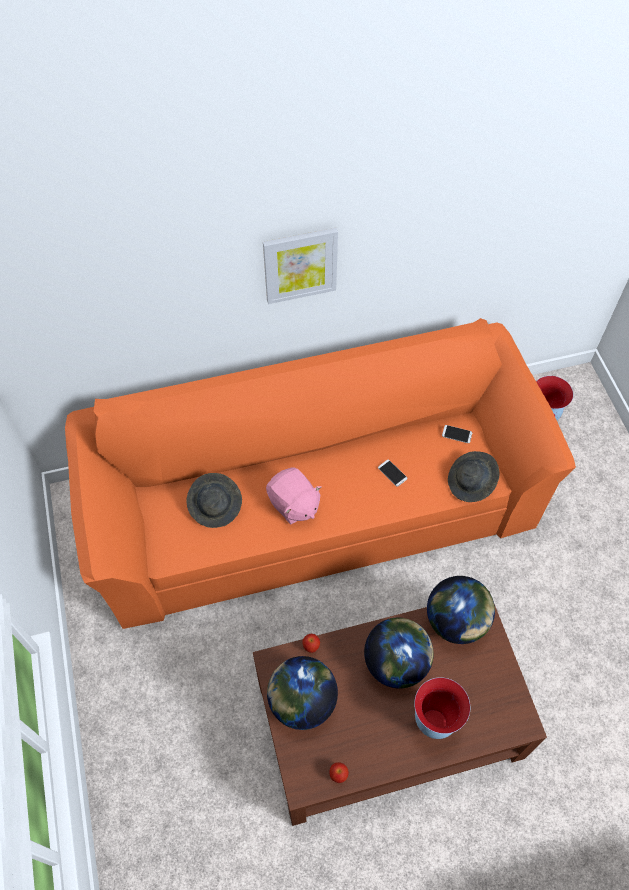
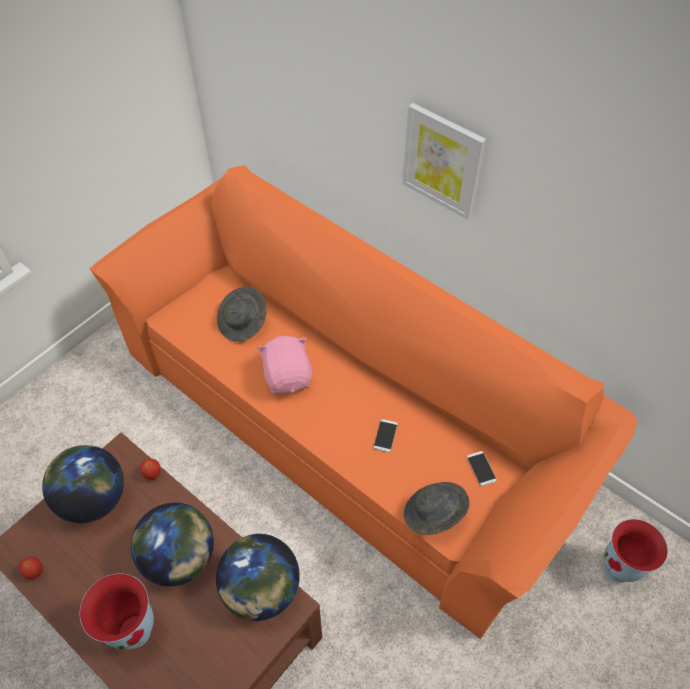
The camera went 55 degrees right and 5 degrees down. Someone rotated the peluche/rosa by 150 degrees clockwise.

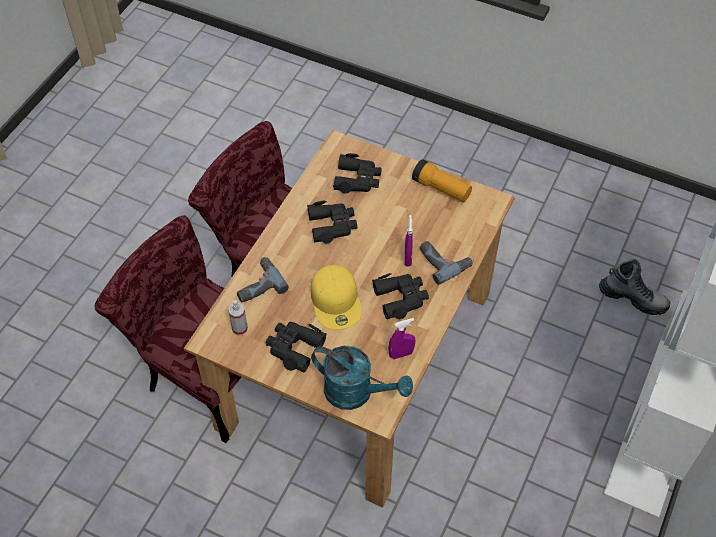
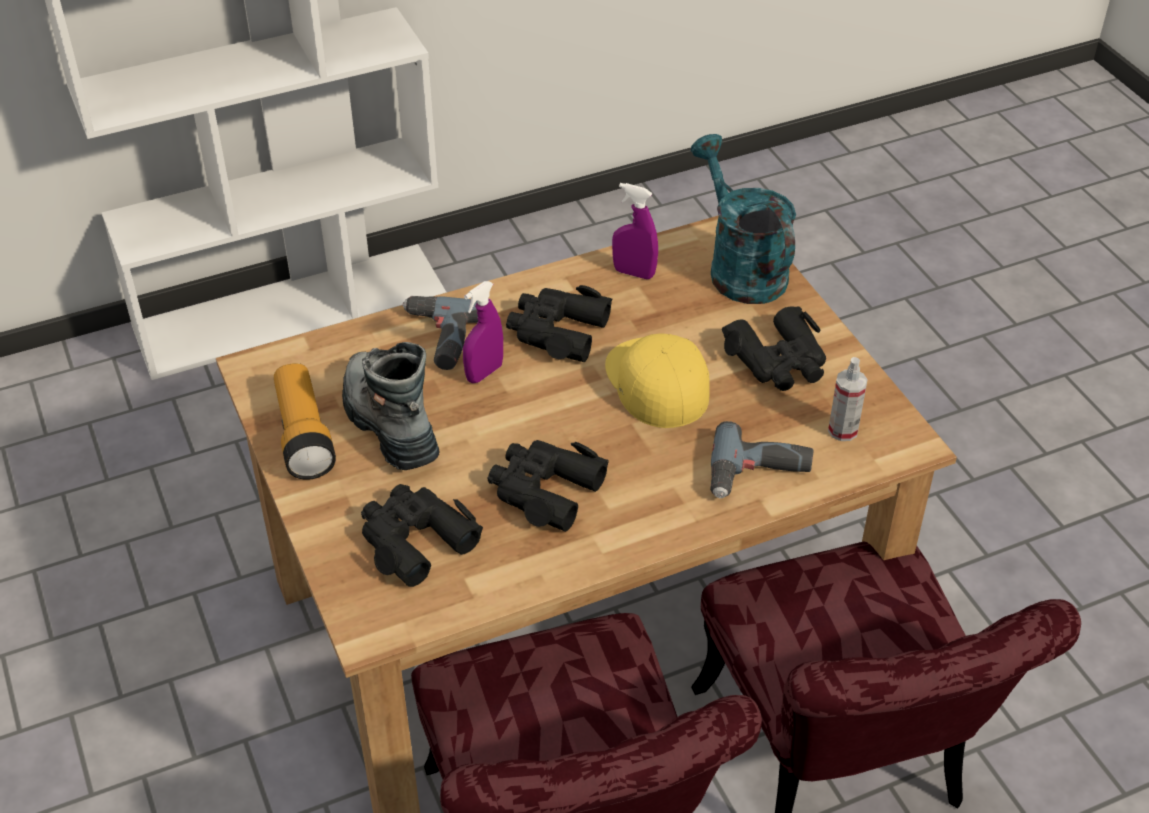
The camera went 140 degrees left and 10 degrees down. Someone carried the bota. Someone rotated the gorra/amarillo by 45 degrees counterclockwise.

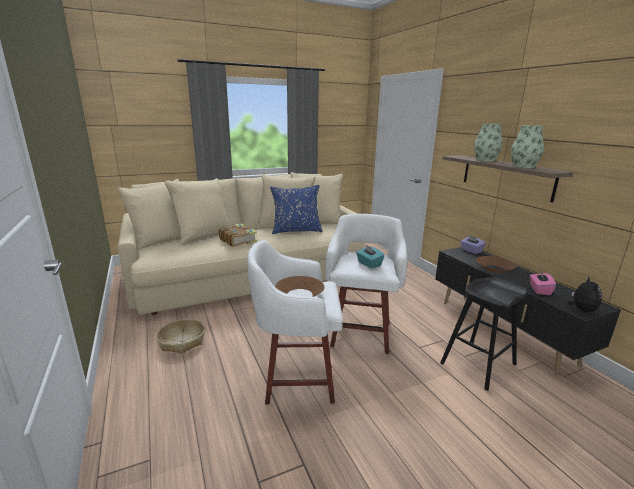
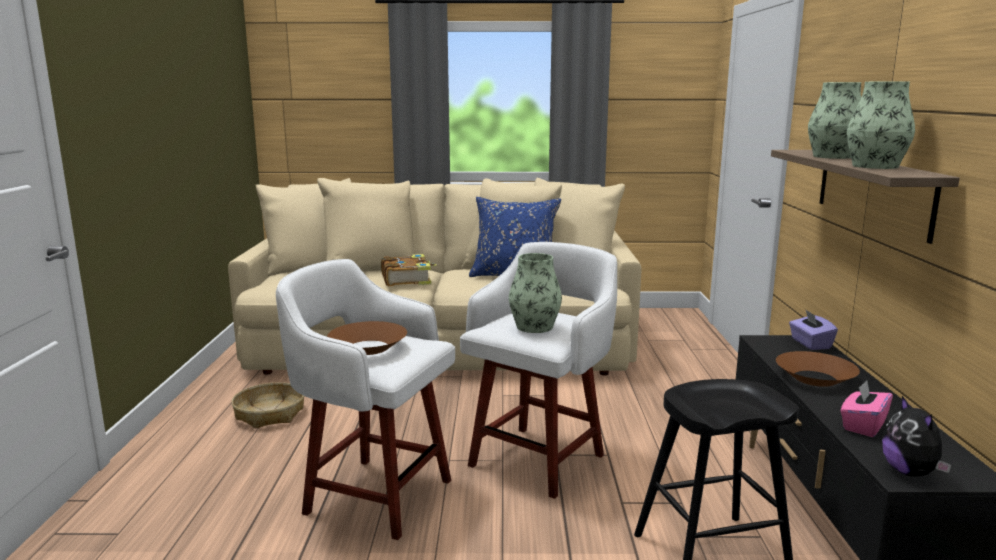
The camera went 25 degrees right and 5 degrees down. Someone swapped the caja de pañuelos/turquesa for the florero (1st from left). Someone rotated the peluche by 135 degrees clockwise.

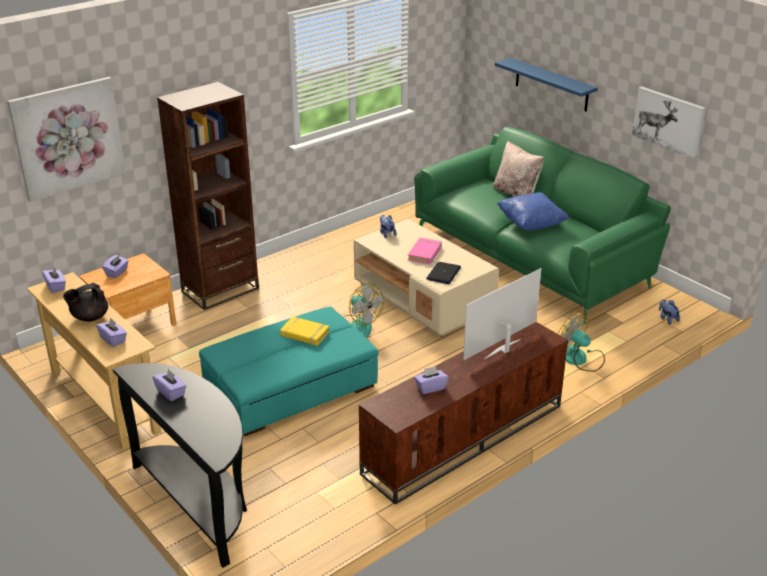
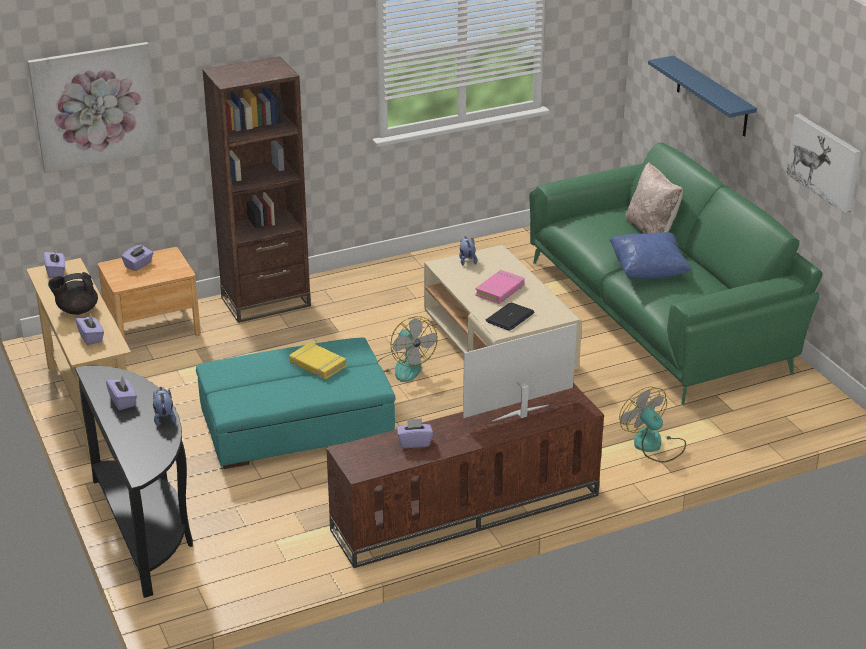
The camera went 15 degrees right and 0 degrees up. Someone carried the peluche (2nd from left in the first image).

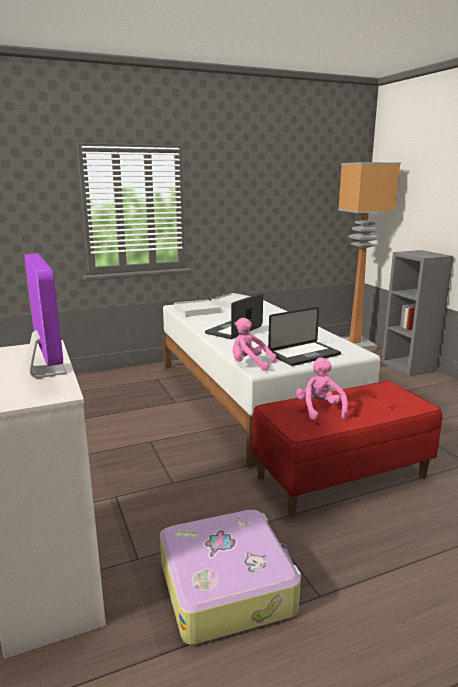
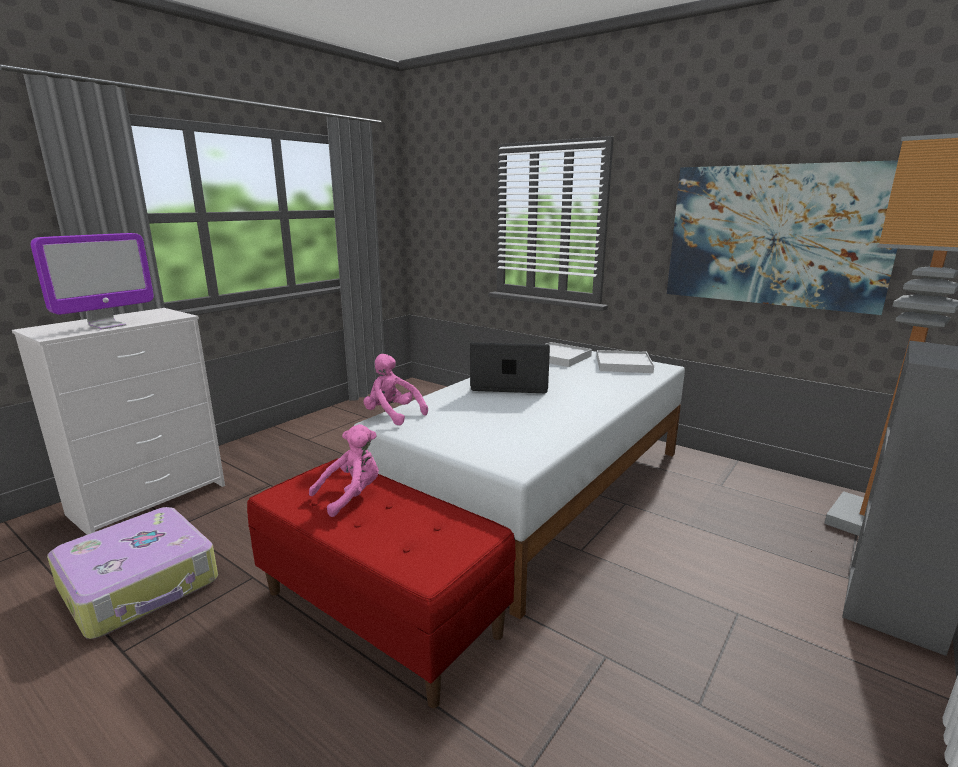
The camera went 60 degrees right and 0 degrees up. Someone rotated the peluche/rosa (1st from left in the first image) by 45 degrees counterclockwise. Someone put up the cuadro. Someone took away the portátil (2nd from left).

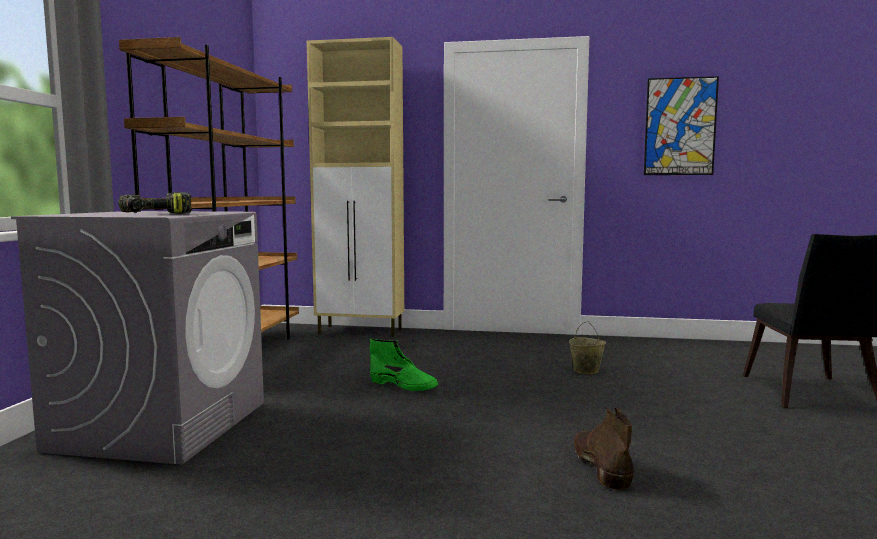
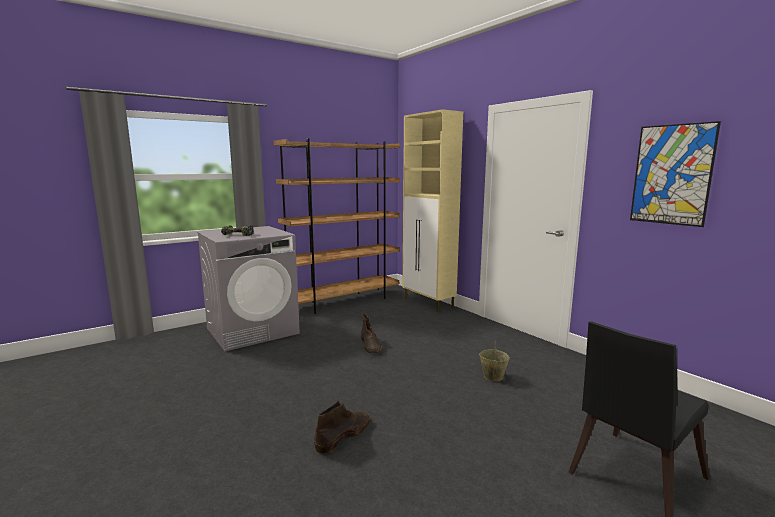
The camera went 45 degrees right and 5 degrees up. Someone repainted the bota/verde, which became the bota/marrón (2nd from left).

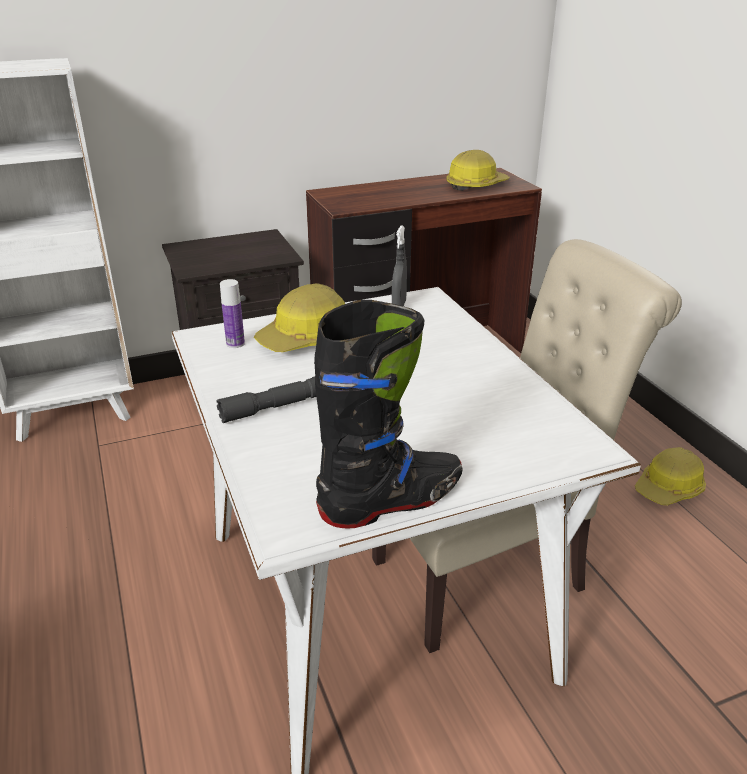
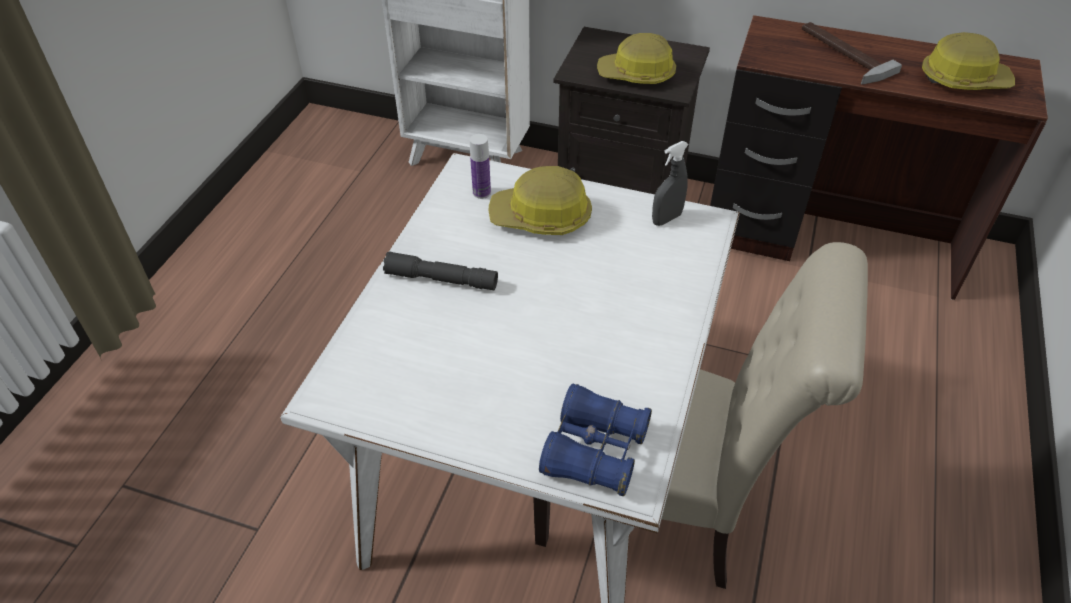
The camera went 40 degrees right and 15 degrees up. Someone put down the prismáticos/azul. Someone carried the casco (3rd from left in the first image). Someone put down the martillo. Someone took away the bota/negro.

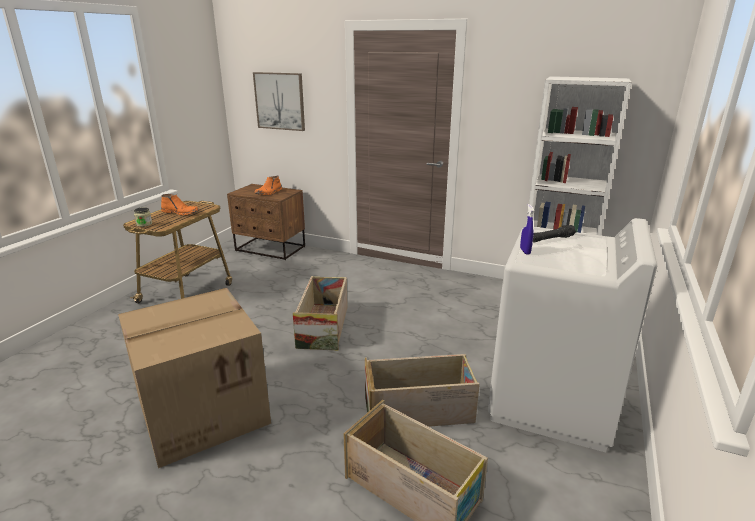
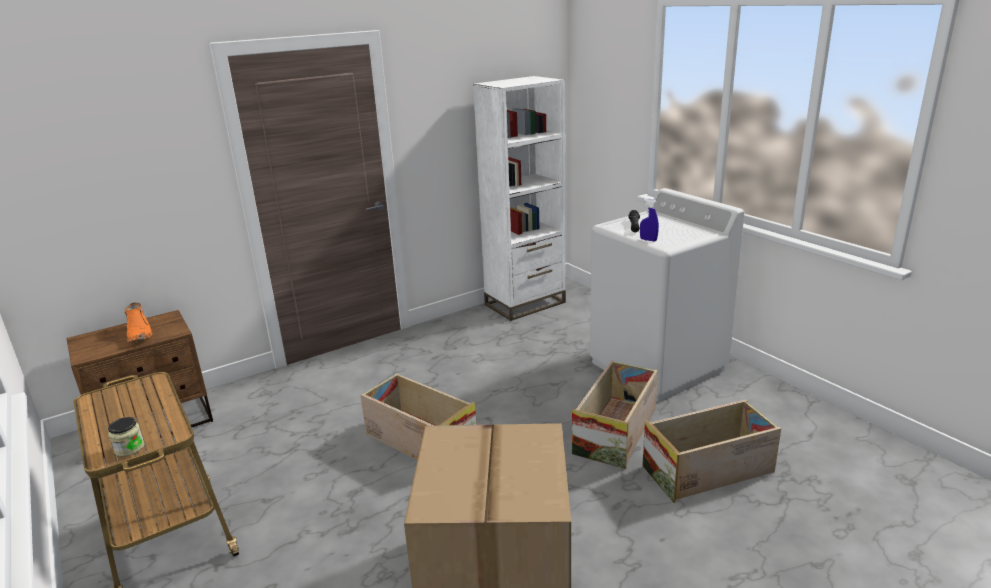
The camera went 55 degrees left and 0 degrees up. Someone took away the bota/naranja (1st from left). Someone took away the cuadro.

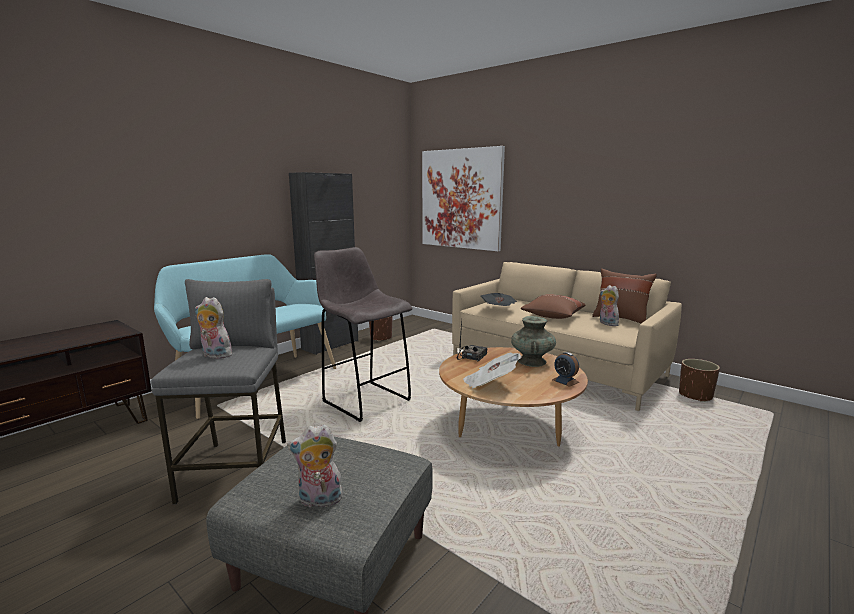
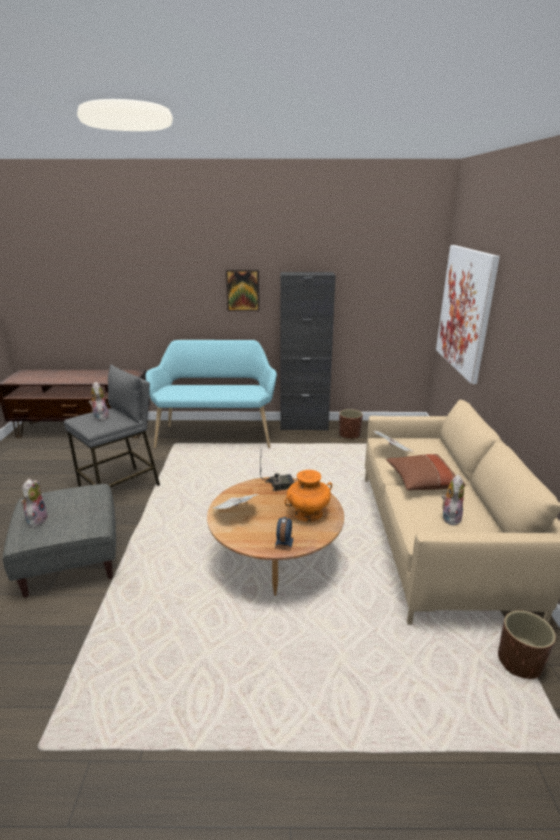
The camera went 50 degrees right and 10 degrees up. Someone rotated the peluche (2nd from left in the first image) by 45 degrees clockwise. Someone put up the cuadro (1st from left). Someone repainted the florero/turquesa, which became the florero/naranja. Someone took away the taburete/gris (2nd from left). Someone took away the cojín/marrón (2nd from left).

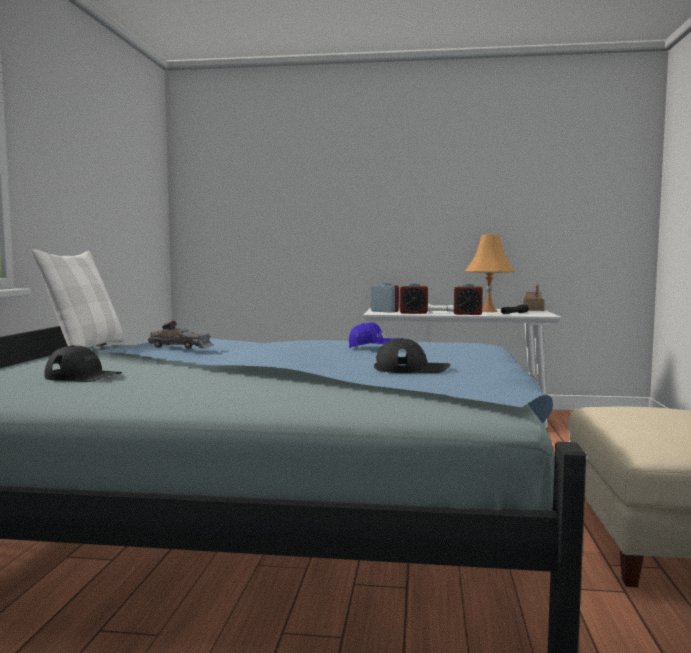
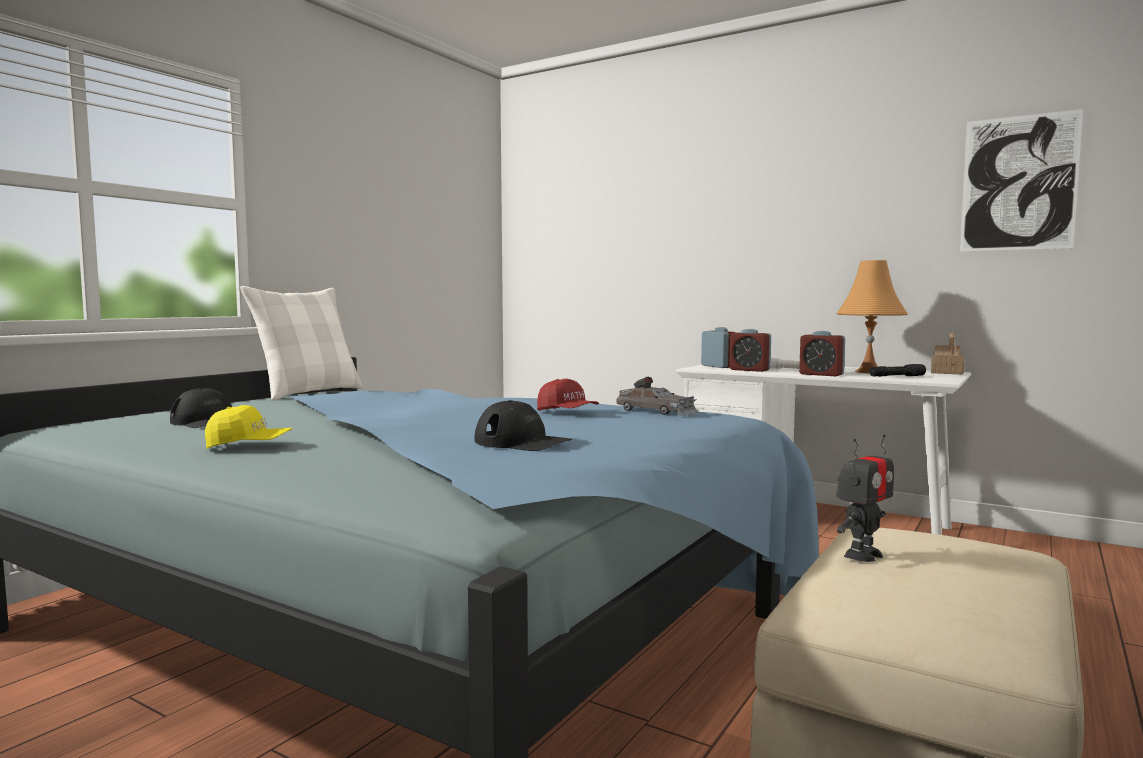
The camera went 25 degrees right and 0 degrees up. Someone put down the gorra/amarillo. Someone repainted the gorra/azul, which became the gorra/rojo. Someone carried the coche de juguete/gris. Someone put down the robot de juguete. Someone put up the cuadro.

